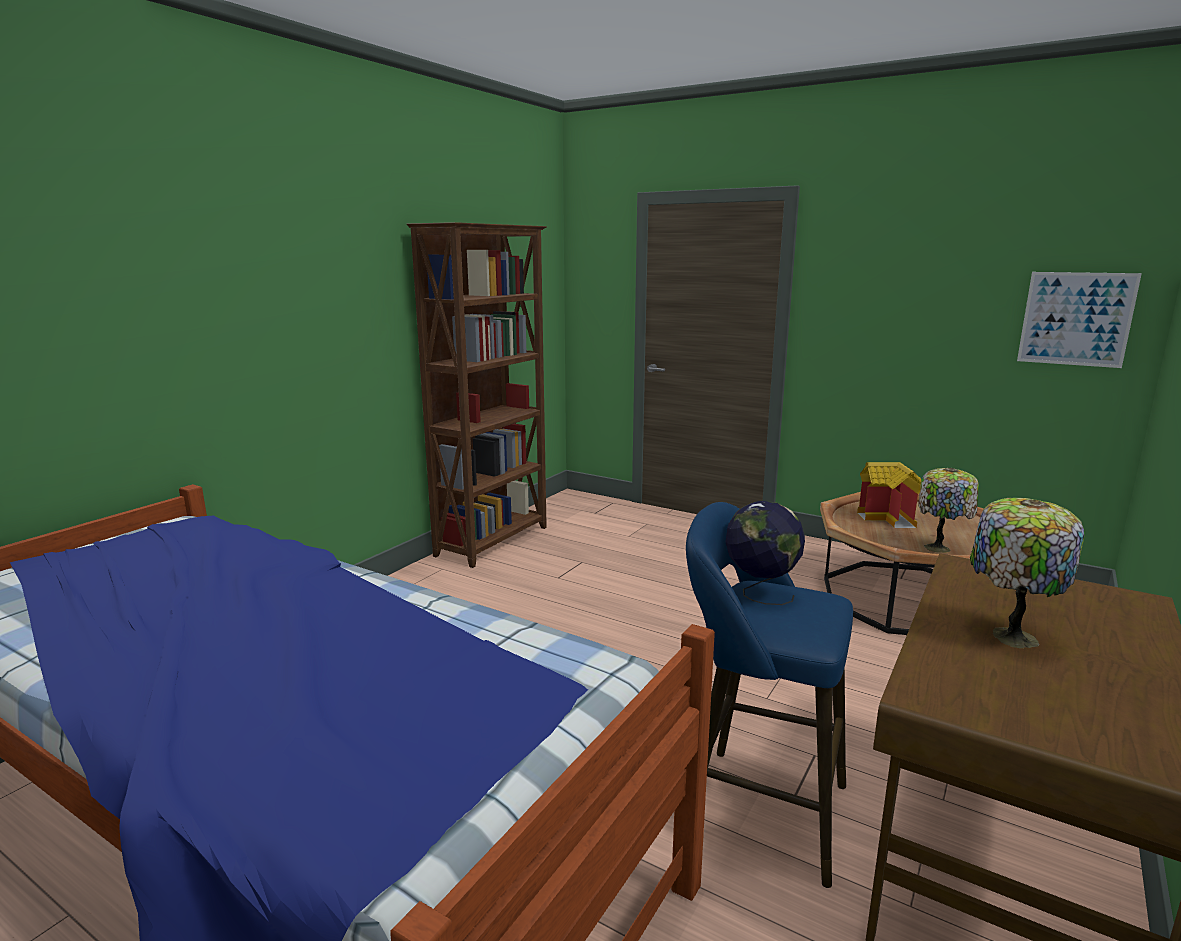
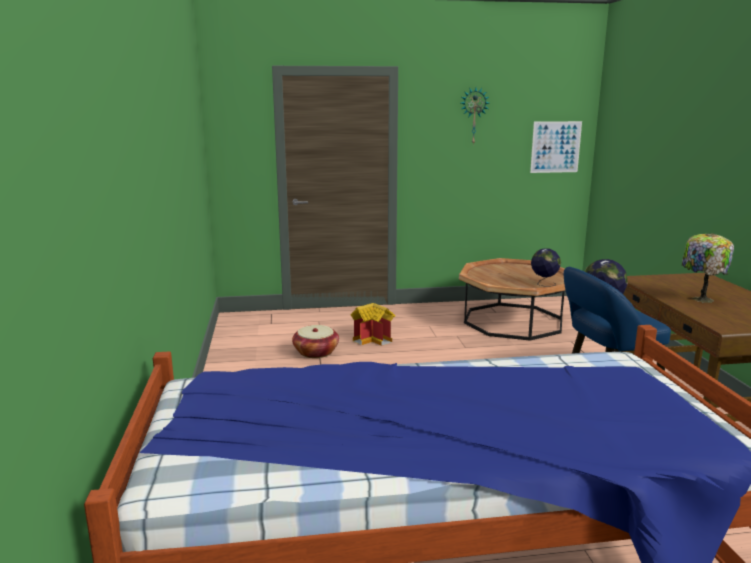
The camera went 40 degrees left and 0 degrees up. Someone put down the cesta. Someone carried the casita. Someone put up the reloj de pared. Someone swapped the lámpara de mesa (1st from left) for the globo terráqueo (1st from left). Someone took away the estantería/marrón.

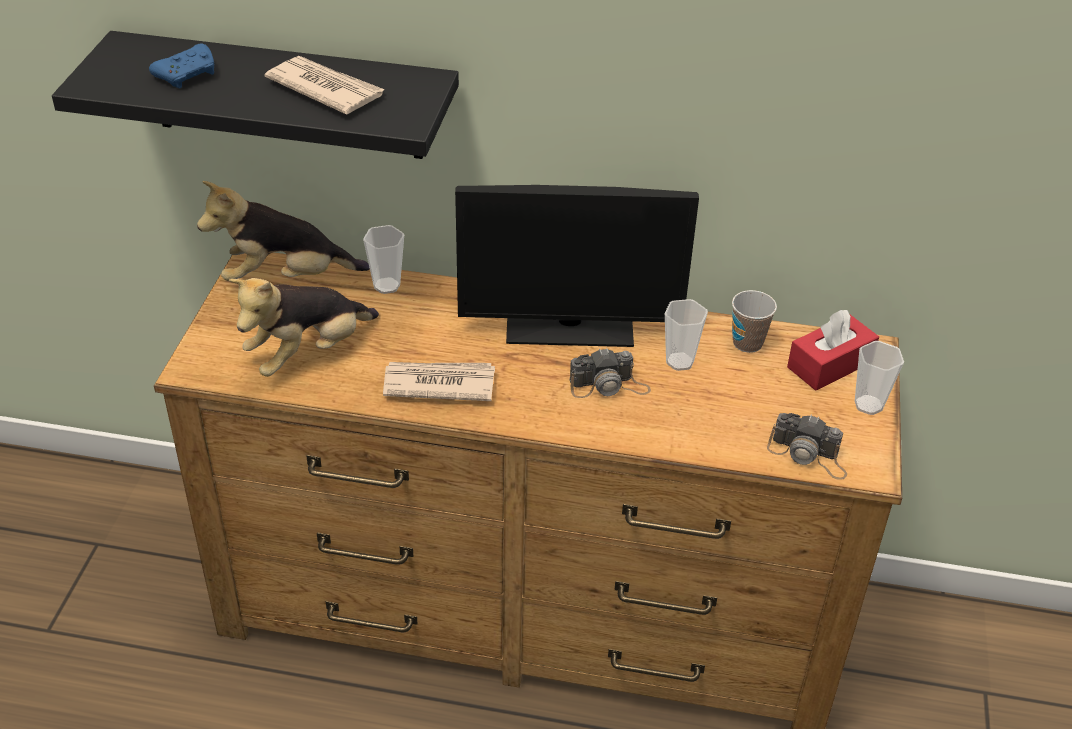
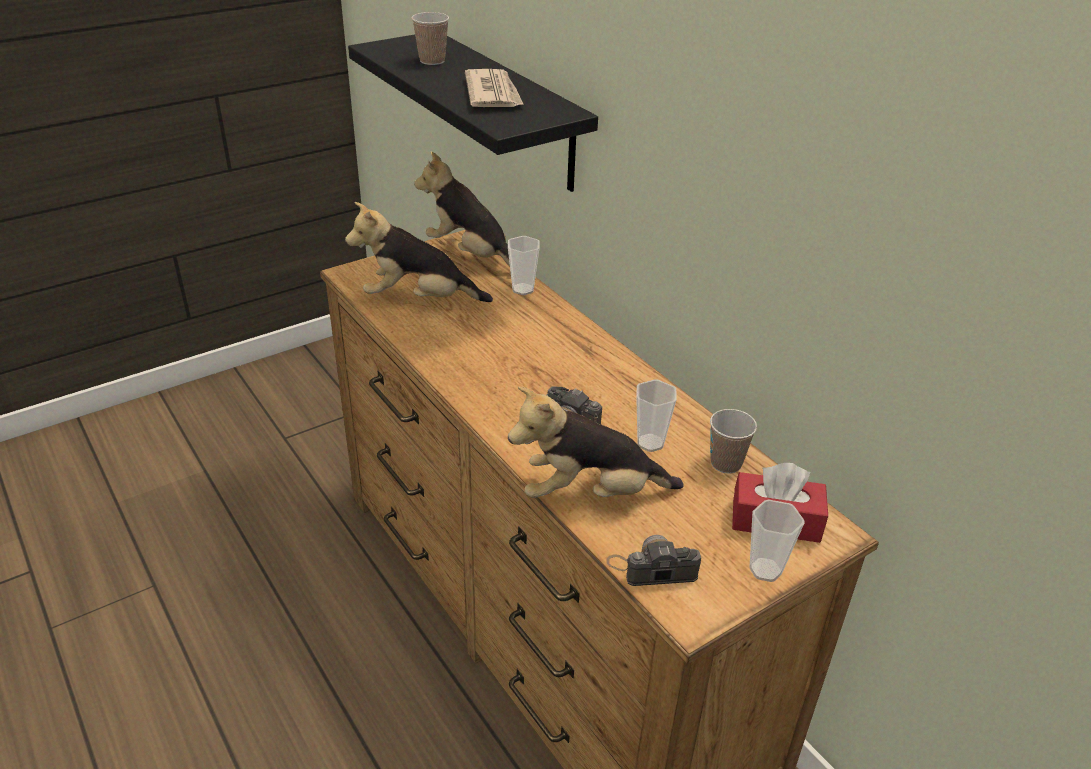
The camera went 45 degrees right and 5 degrees down. Someone swapped the mando de consola/azul for the taza (1st from left). Someone put down the peluche (3rd from left). Someone rotated the cámara (2nd from left) by 105 degrees clockwise. Someone took away the periódico (2nd from left). Someone took away the monitor.

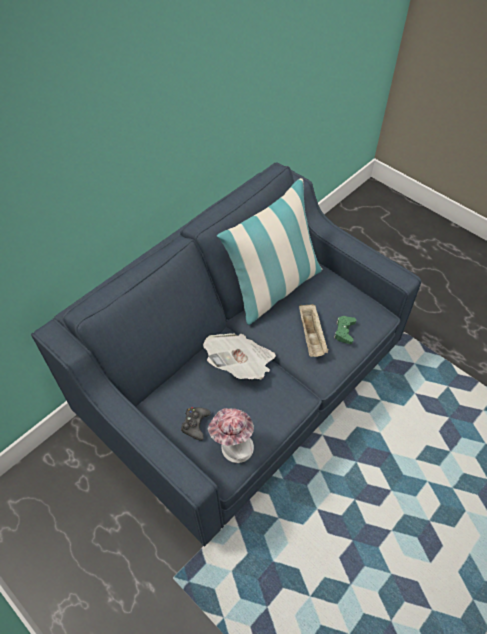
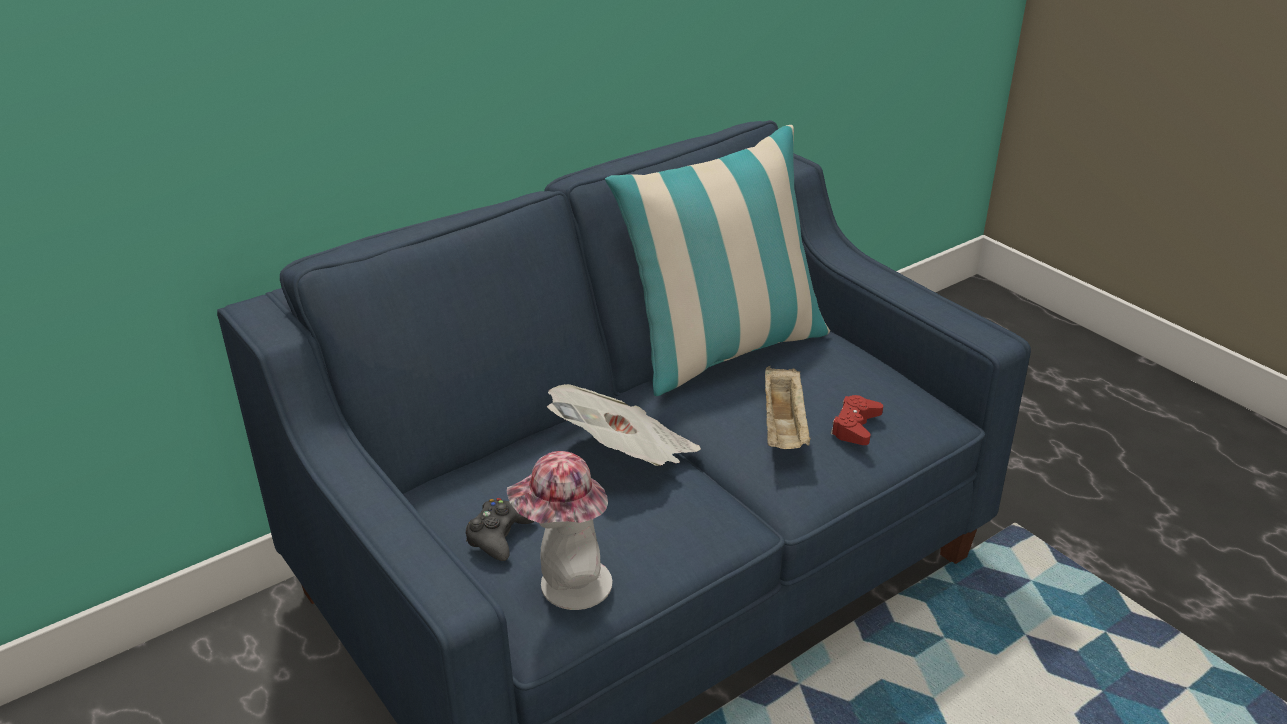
The camera went 10 degrees right and 20 degrees down. Someone repainted the mando de consola/verde, which became the mando de consola/rojo.

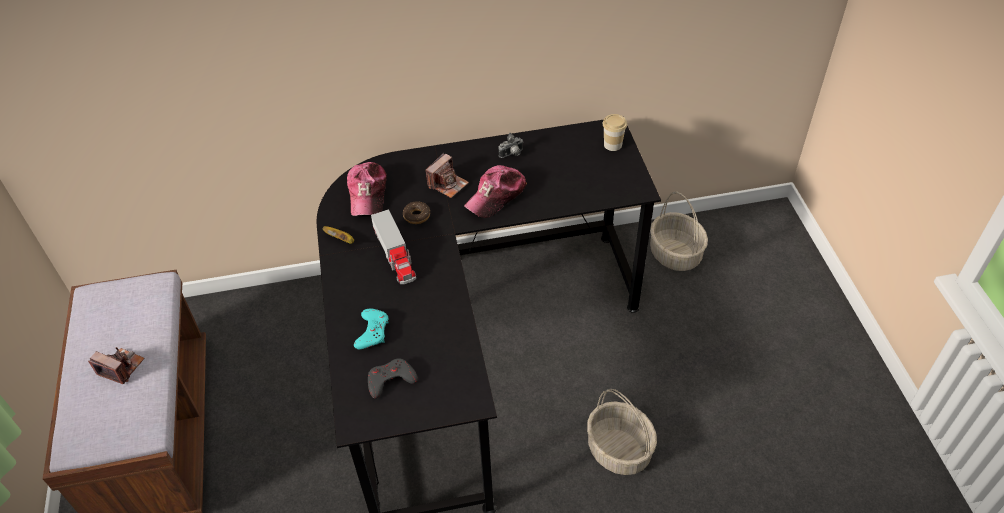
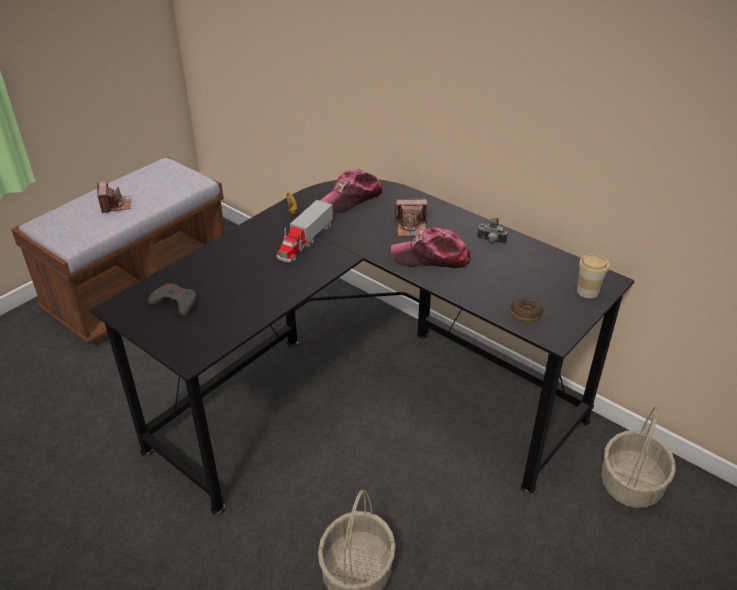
The camera went 50 degrees right and 10 degrees down. Someone carried the rosquilla. Someone took away the mando de consola/turquesa.

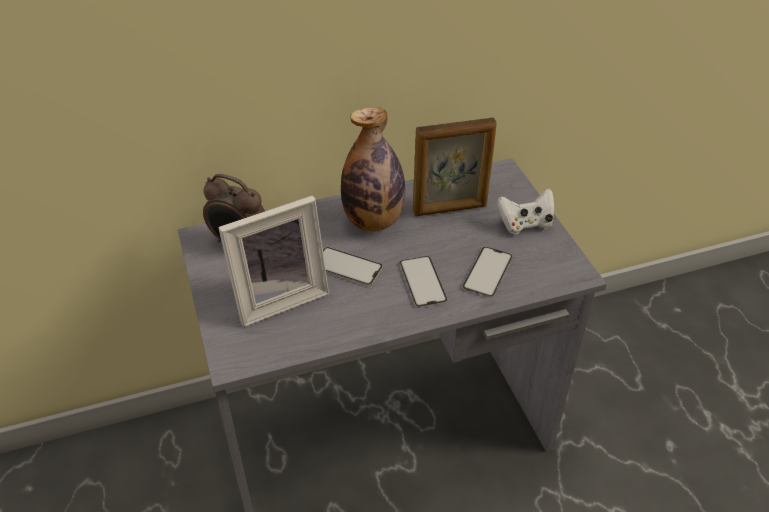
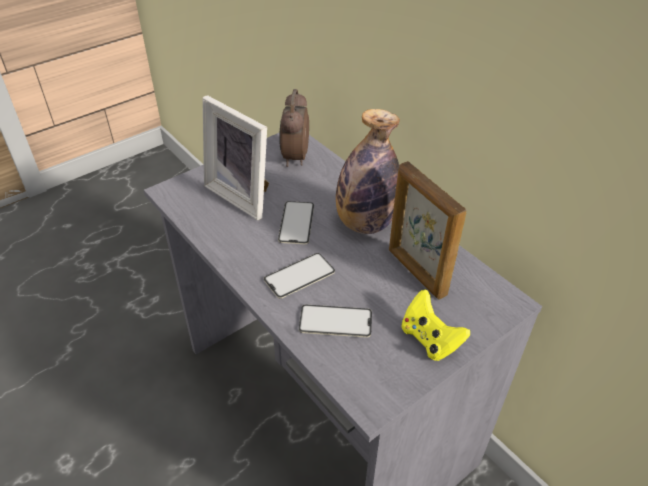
The camera went 70 degrees right and 0 degrees up. Someone repainted the mando de consola/blanco, which became the mando de consola/amarillo.

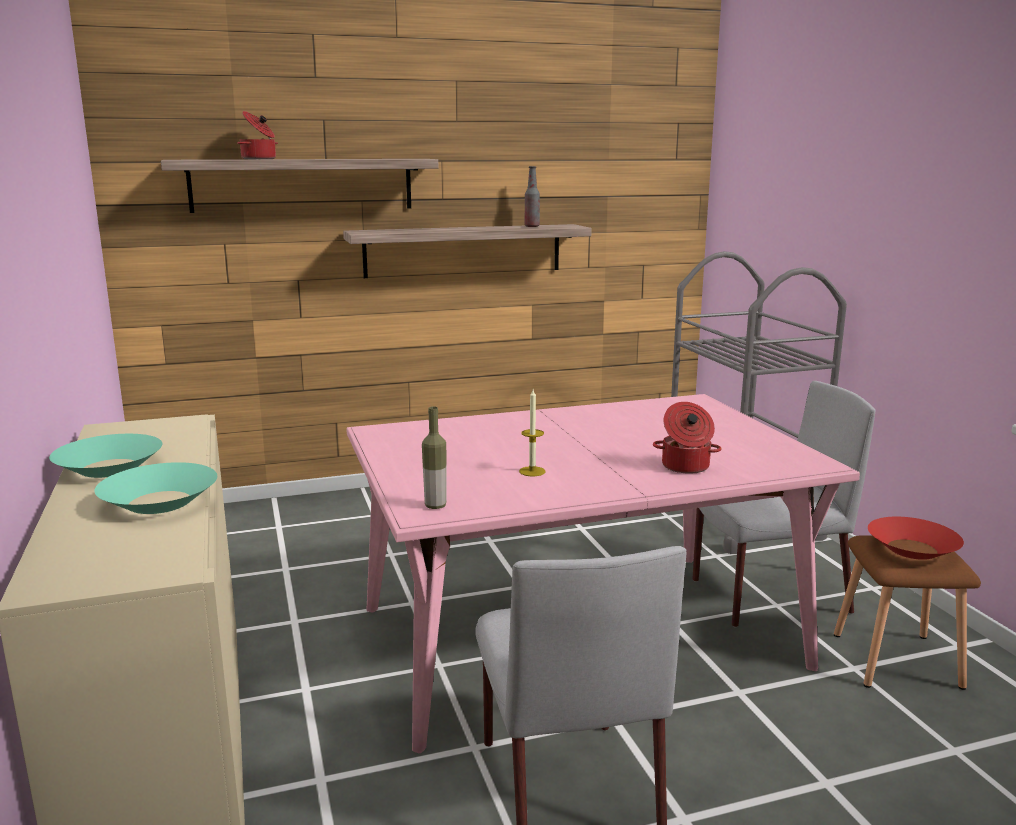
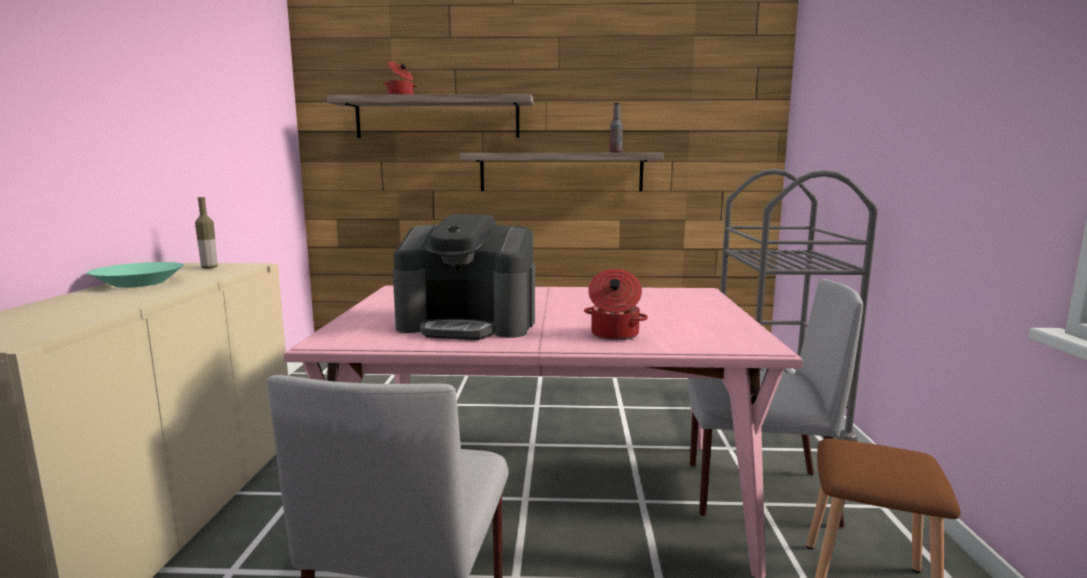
The camera went 20 degrees right and 5 degrees down. Someone carried the botella (1st from left). Someone swapped the vela for the cafetera. Someone took away the cuenco/turquesa (2nd from left). Someone took away the cuenco/rojo.

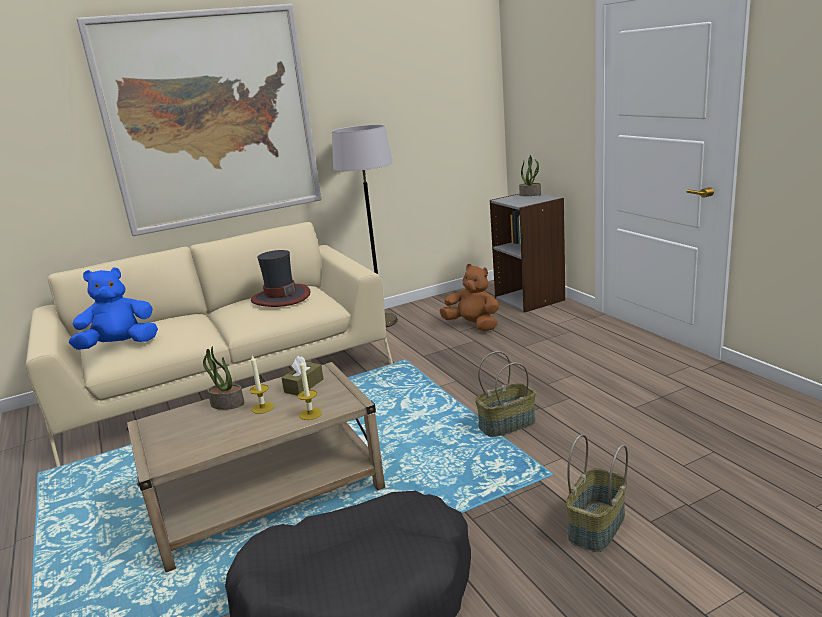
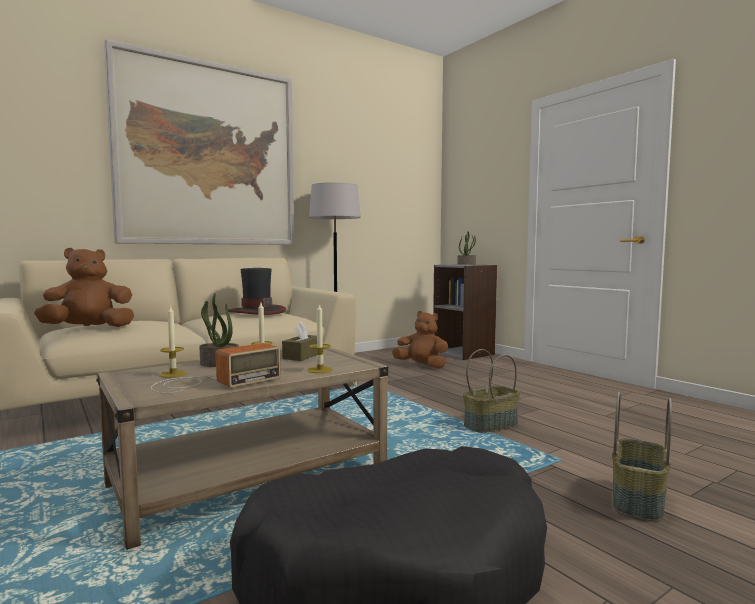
The camera went 10 degrees left and 15 degrees down. Someone repainted the peluche/azul, which became the peluche/marrón (1st from left). Someone put down the radio. Someone put down the vela (1st from left).

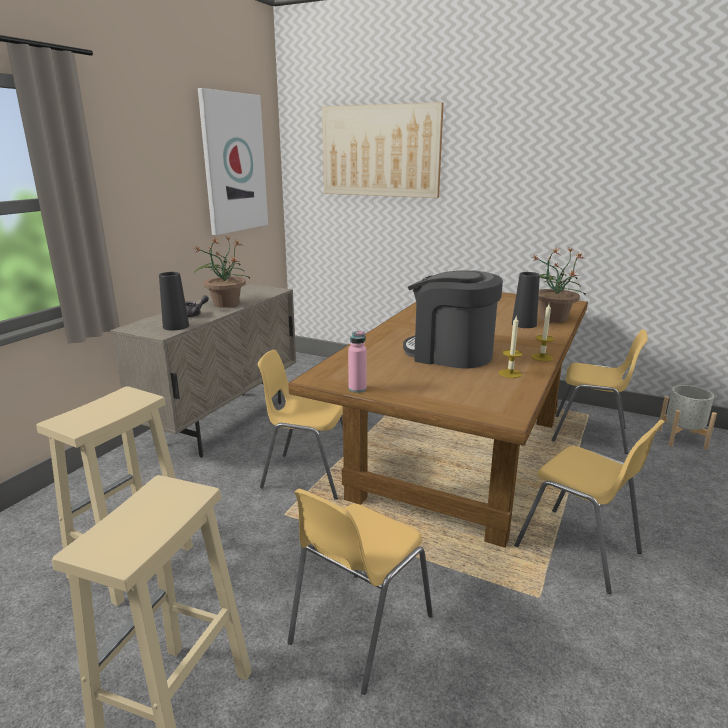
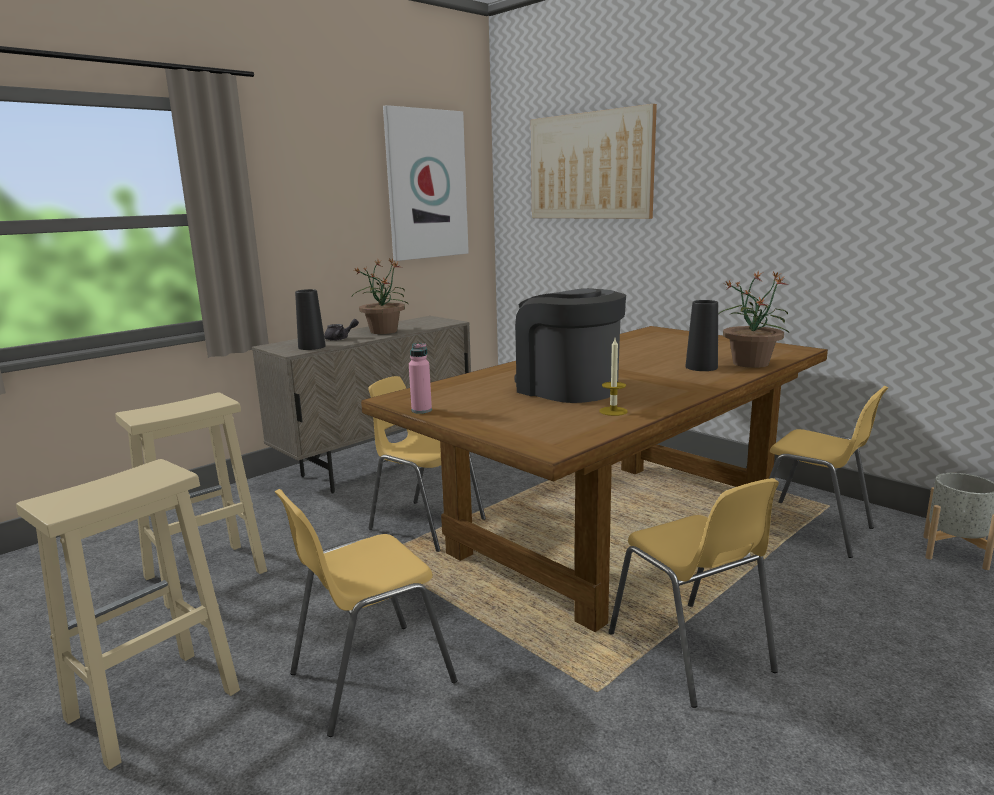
The camera went 20 degrees right and 5 degrees down. Someone took away the vela (2nd from left).

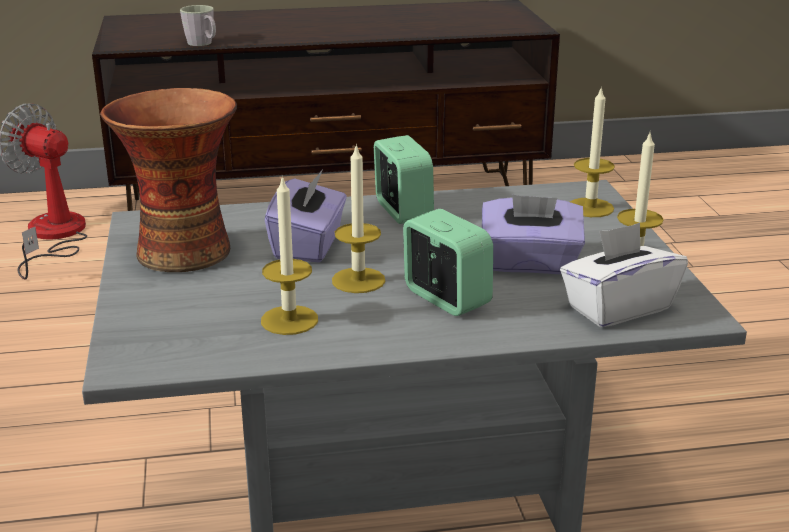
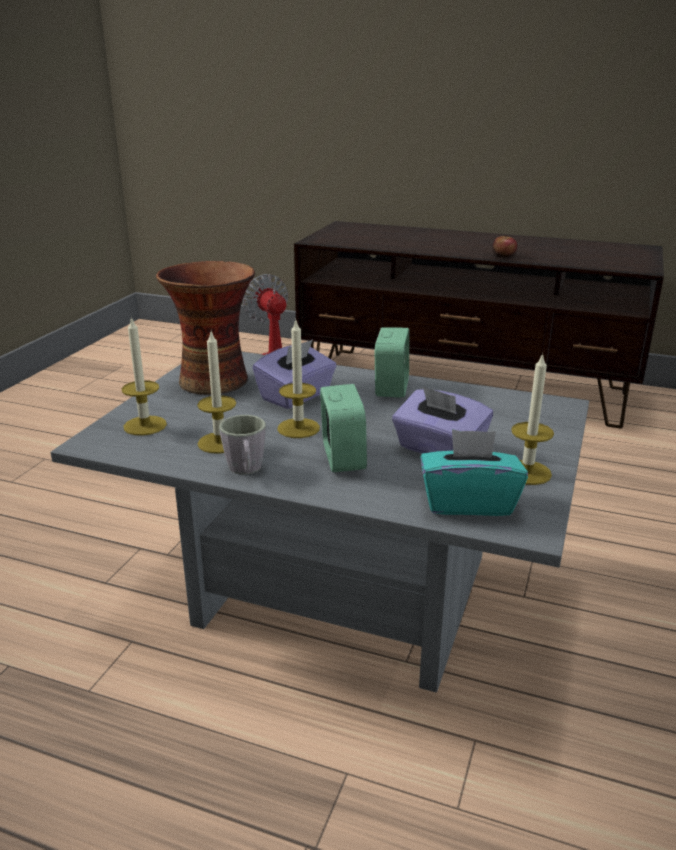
The camera went 30 degrees right and 0 degrees up. Someone carried the vela (3rd from left in the first image). Someone carried the taza grande/gris. Someone repainted the caja de pañuelos/blanco, which became the caja de pañuelos/turquesa. Someone put down the manzana.

